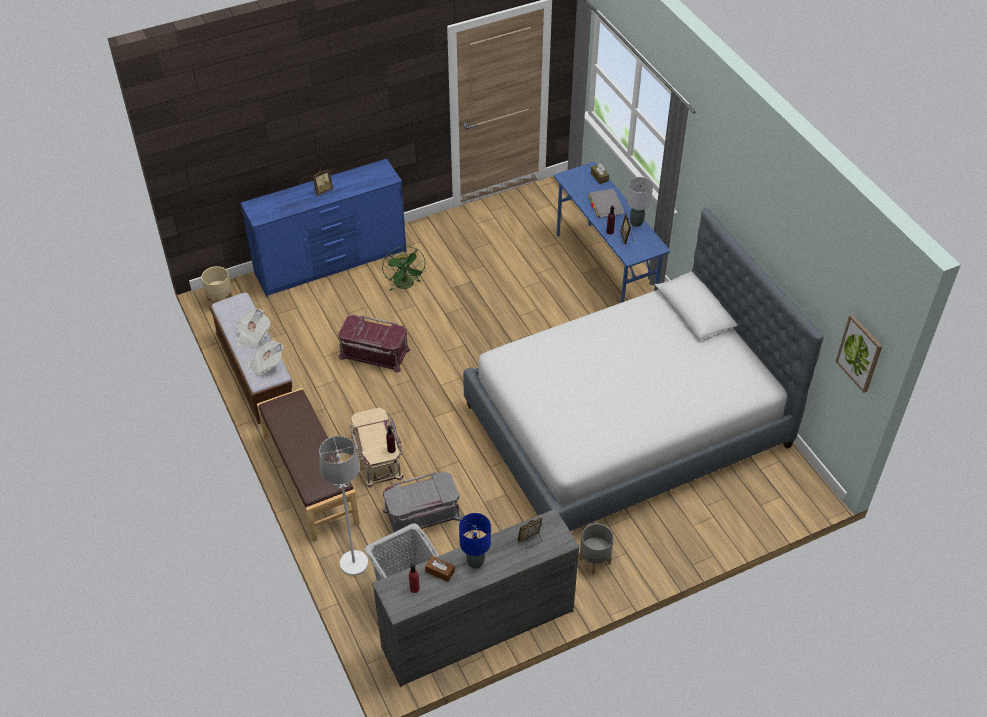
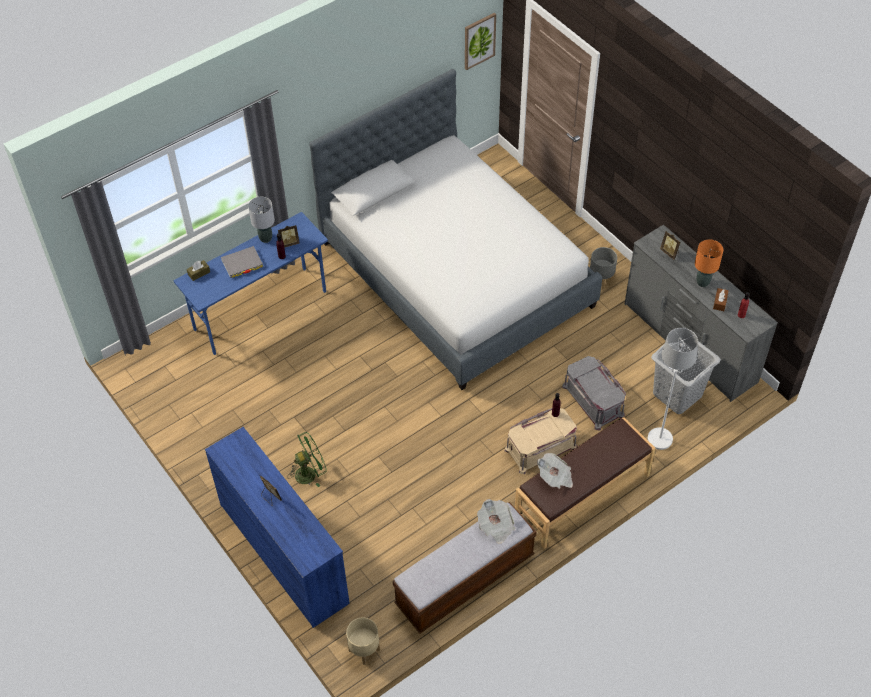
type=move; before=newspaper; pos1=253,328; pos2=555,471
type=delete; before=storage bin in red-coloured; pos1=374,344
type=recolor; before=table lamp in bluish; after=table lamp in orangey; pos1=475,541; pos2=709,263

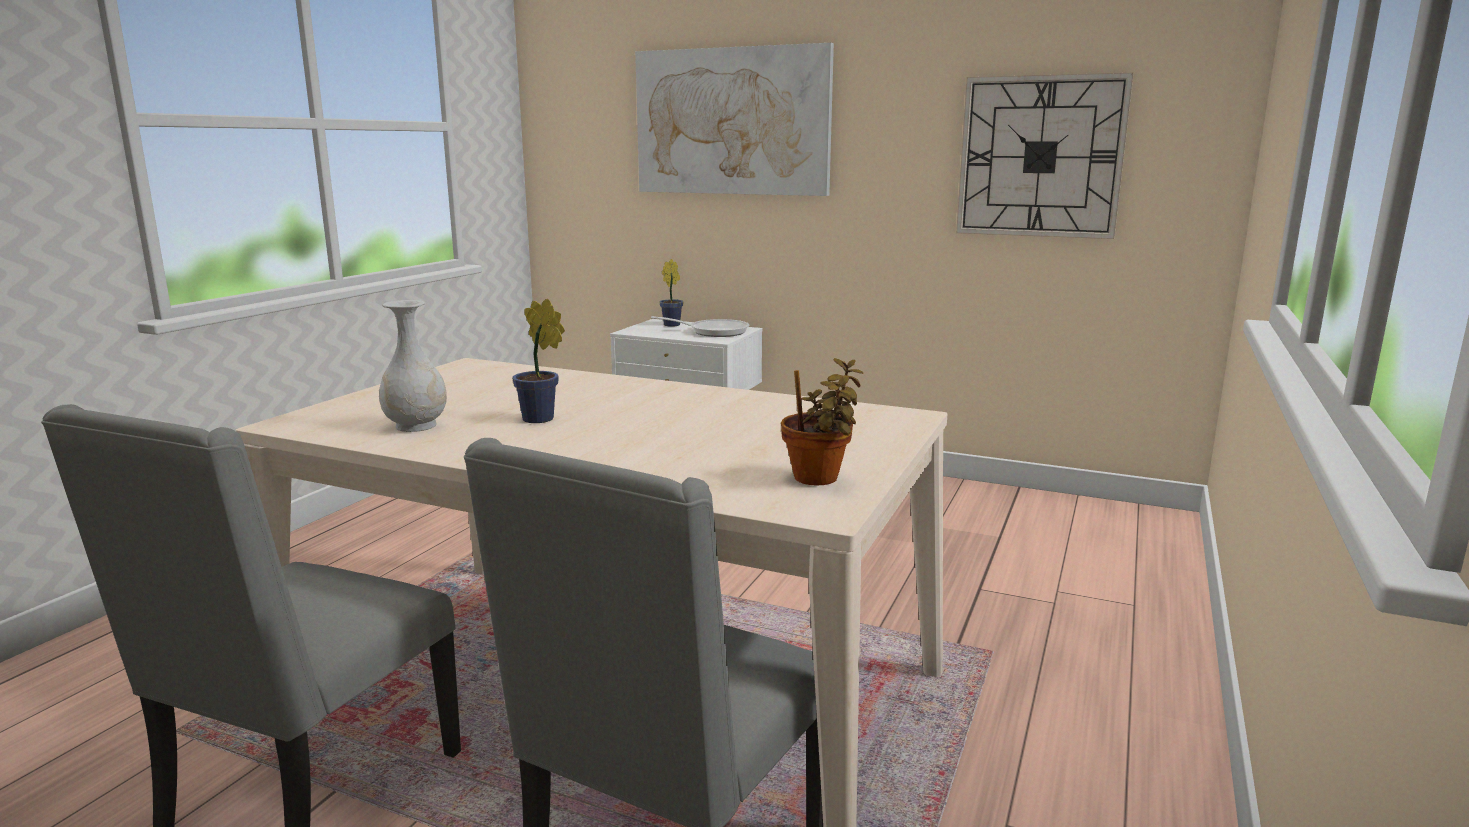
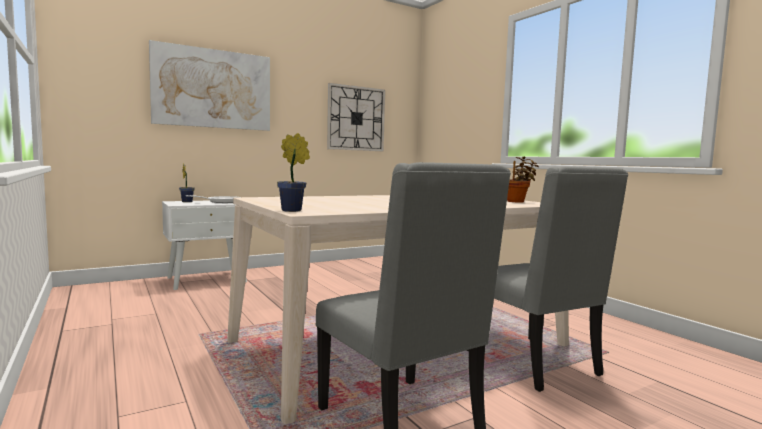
type=move; before=houseplant; pos1=538,361; pos2=293,172
type=delete; before=flower vase in whitish; pos1=413,366

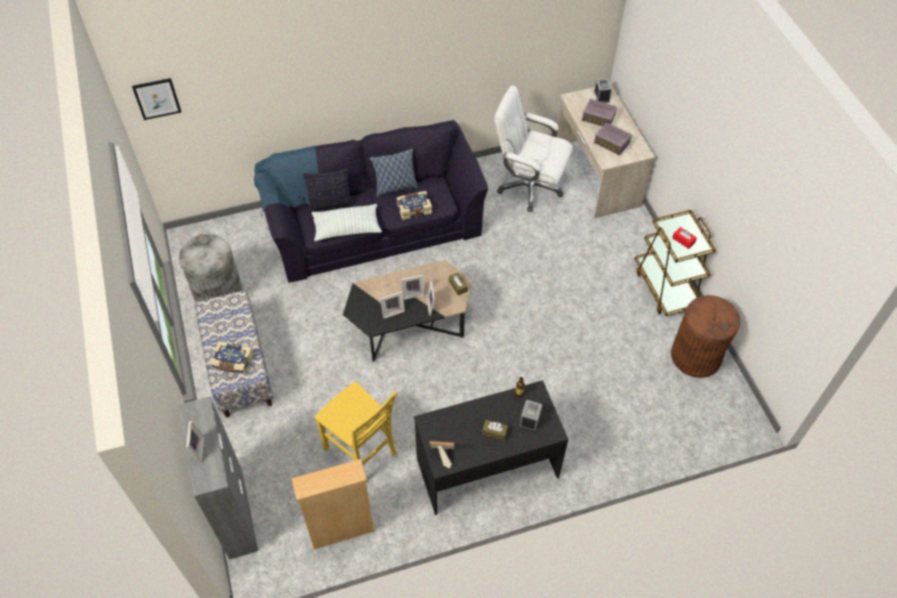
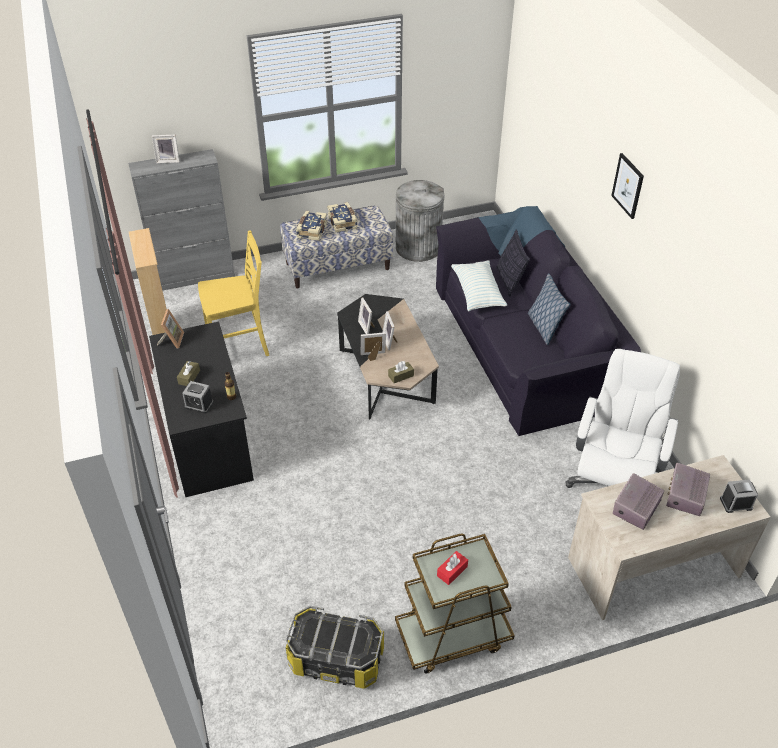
type=move; before=wall art; pos1=156,99; pos2=627,186
type=move; before=book; pos1=414,205; pos2=342,217
type=replace; before=trash can in brown-coloured; after=storage bin; pos1=705,336; pos2=335,647
type=rotate; before=plain chair in yellow; pos1=356,432; pos2=233,293; turn=-150

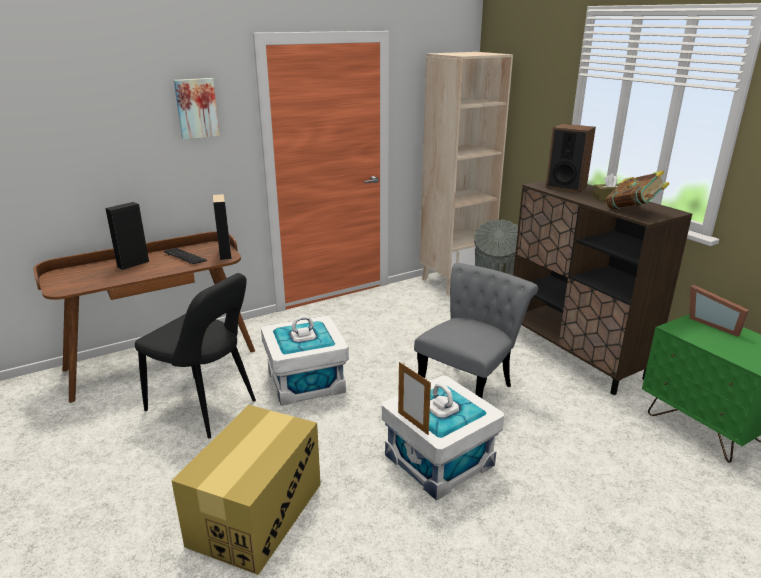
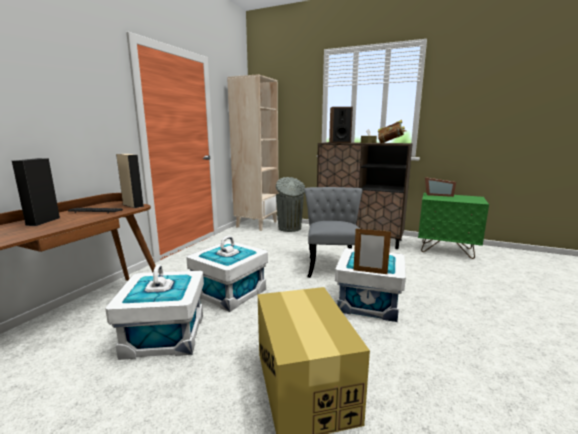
type=delete; before=wall art; pos1=197,109
type=replace; before=plain chair in blackish; after=storage bin in whitish; pos1=195,355; pos2=154,312

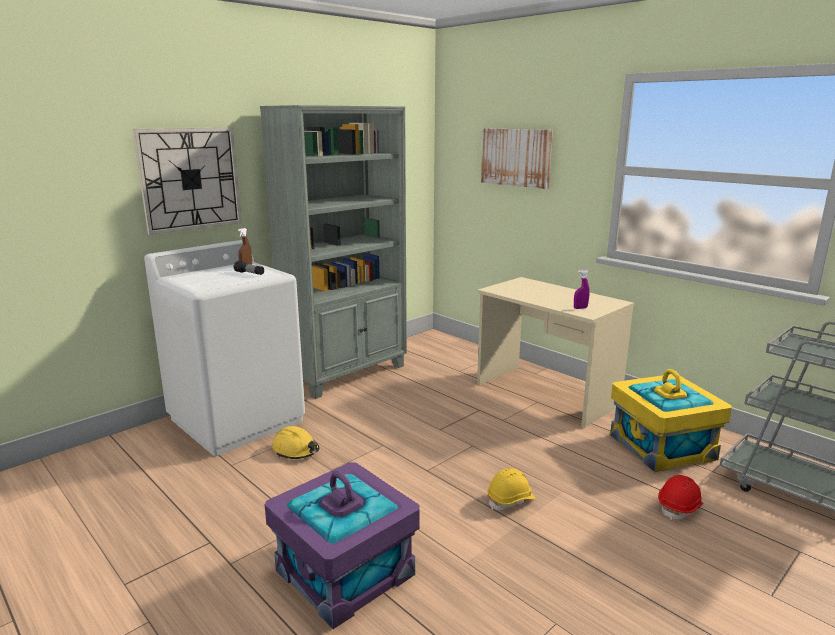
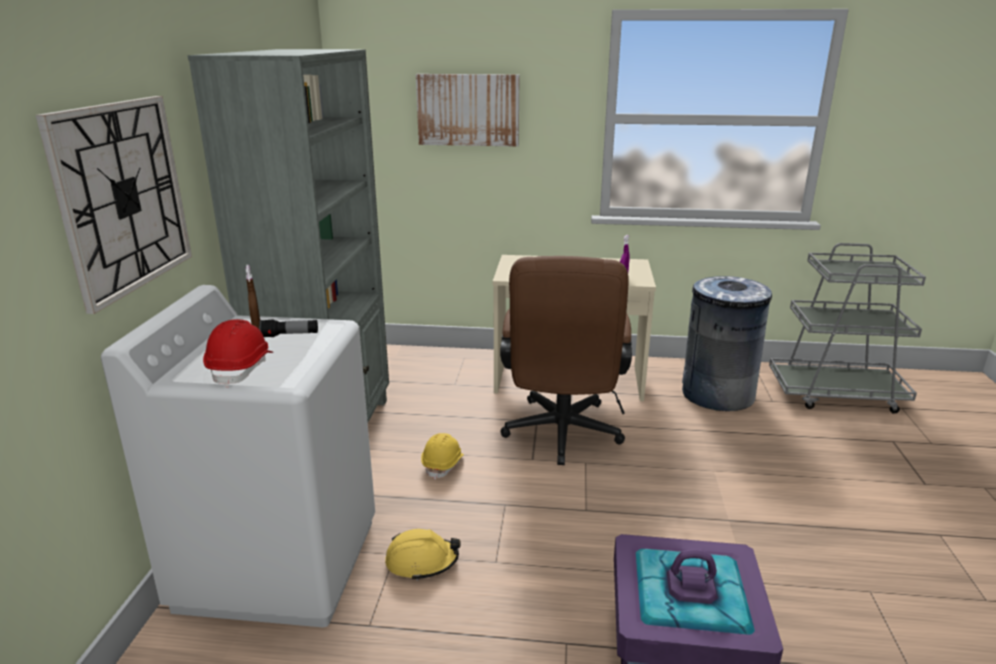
type=replace; before=storage bin in yellow; after=trash can in greyish; pos1=671,420; pos2=727,343
type=move; before=hard hat in yellow; pos1=511,489; pos2=442,456
type=move; before=hard hat in red-coloured; pos1=681,497; pos2=238,353
type=insert; after=office chair in brown-coloured; pos2=566,360

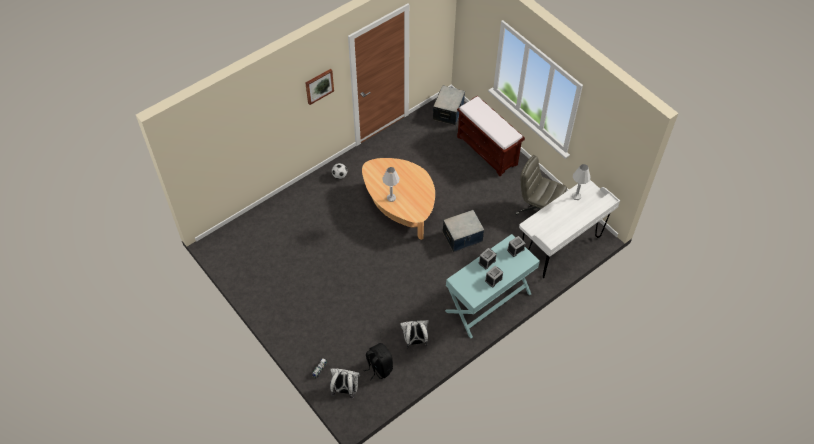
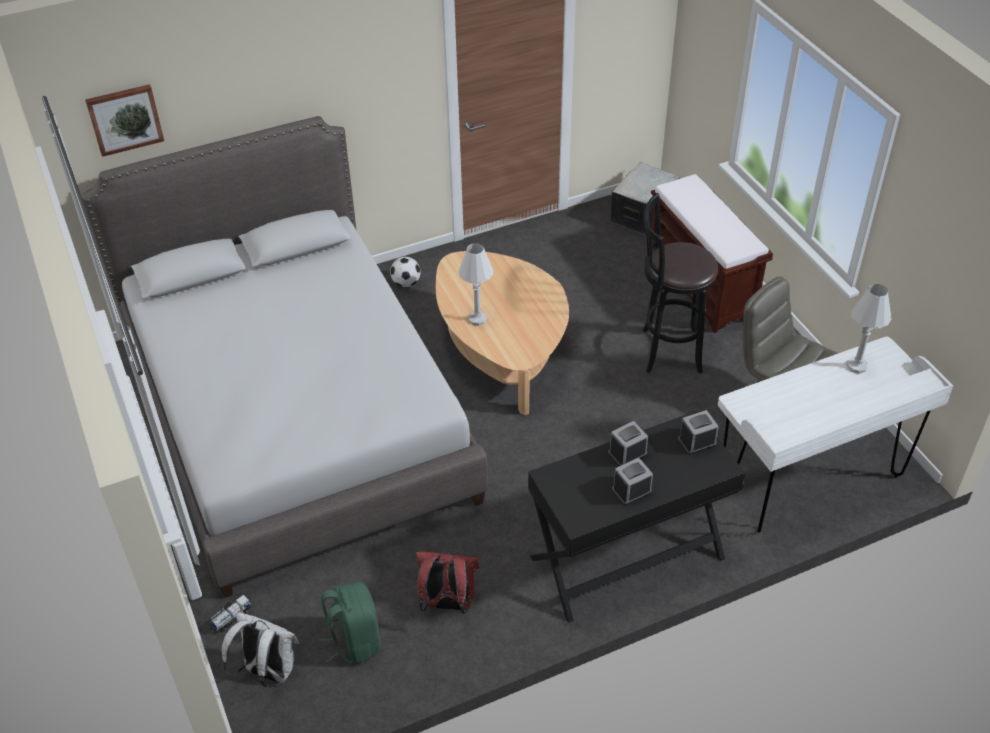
type=move; before=wall art; pos1=319,87; pos2=124,120
type=delete; before=storage bin; pos1=463,231
type=recolor; before=narrow table in turquoise; after=narrow table in blackish; pos1=492,286; pos2=636,516
type=recolor; before=rucksack in whitish; after=rucksack in red-coloured; pos1=414,334; pos2=448,583
type=recolor; before=rucksack in blackish; after=rucksack in greenish; pos1=378,361; pos2=349,623
type=insert; after=bedroom bed in greyish; pos2=284,357
type=insert; after=sitting stool in blackish; pos2=680,283

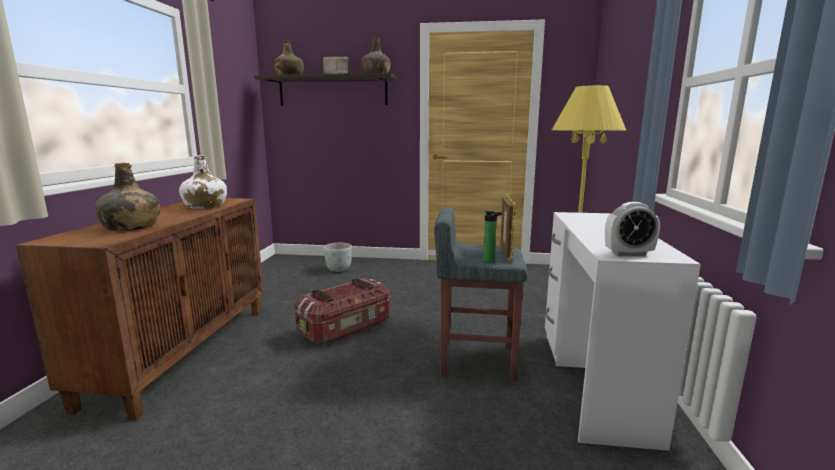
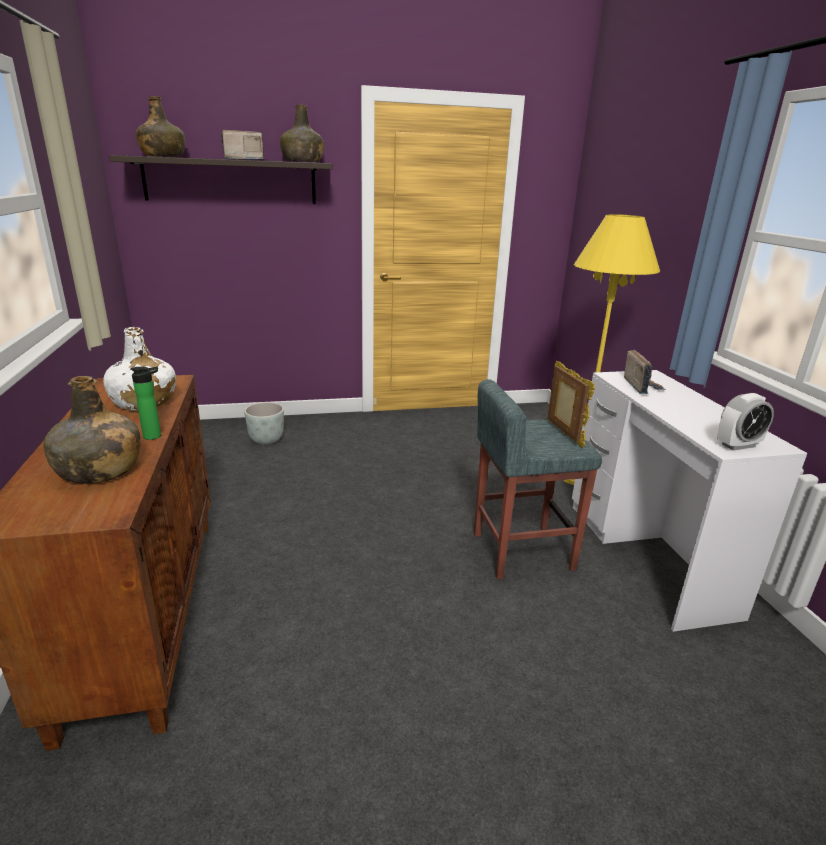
type=move; before=bottle; pos1=492,237; pos2=145,403
type=delete; before=storage bin; pos1=342,311
type=insert; after=radio; pos2=645,371

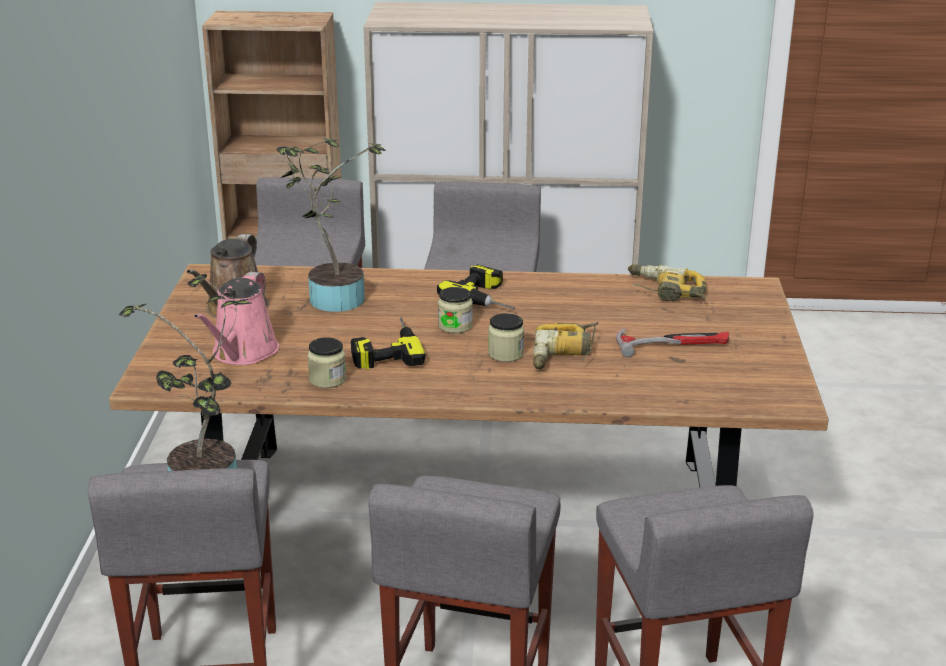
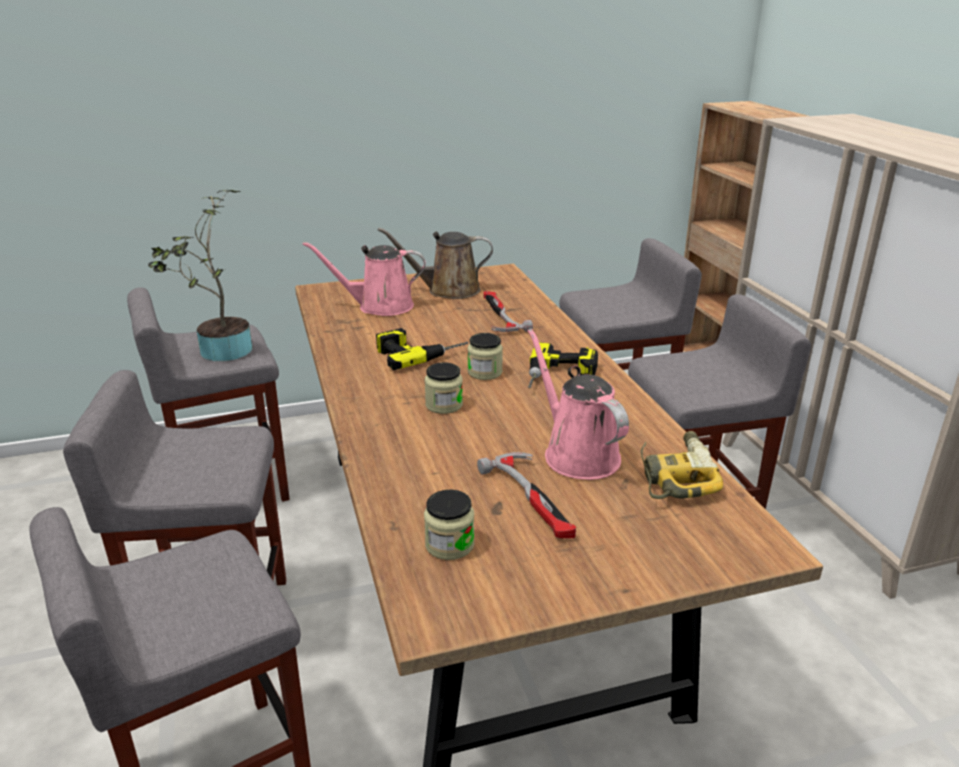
type=replace; before=houseplant; after=hand hammer; pos1=331,225; pos2=508,311
type=delete; before=electric drill; pos1=566,345
type=move; before=storage jar; pos1=326,362; pos2=449,525
type=insert; after=sprinkling can in pink; pos2=578,404

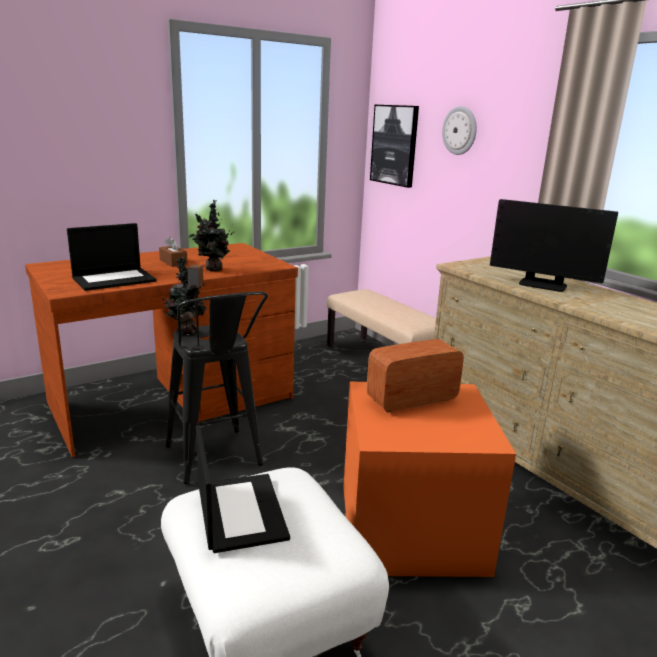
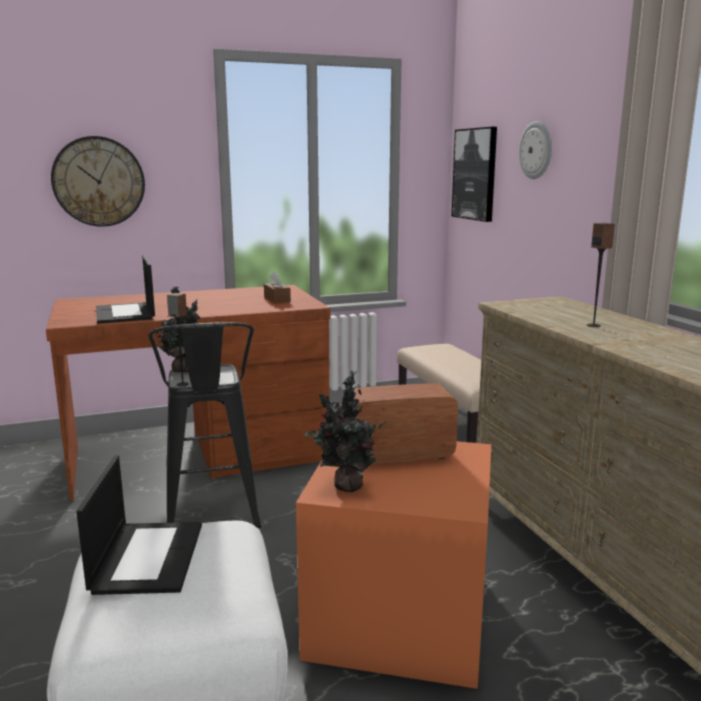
type=replace; before=computer display; after=loudspeaker; pos1=554,245; pos2=601,275
type=move; before=houseplant; pos1=212,235; pos2=346,431
type=rotate; before=laptop; pos1=112,257; pos2=125,289; turn=90
type=move; before=tissue holder in brown-coloured; pos1=173,252; pos2=277,287
type=insert; after=hanging clock; pos2=98,181

